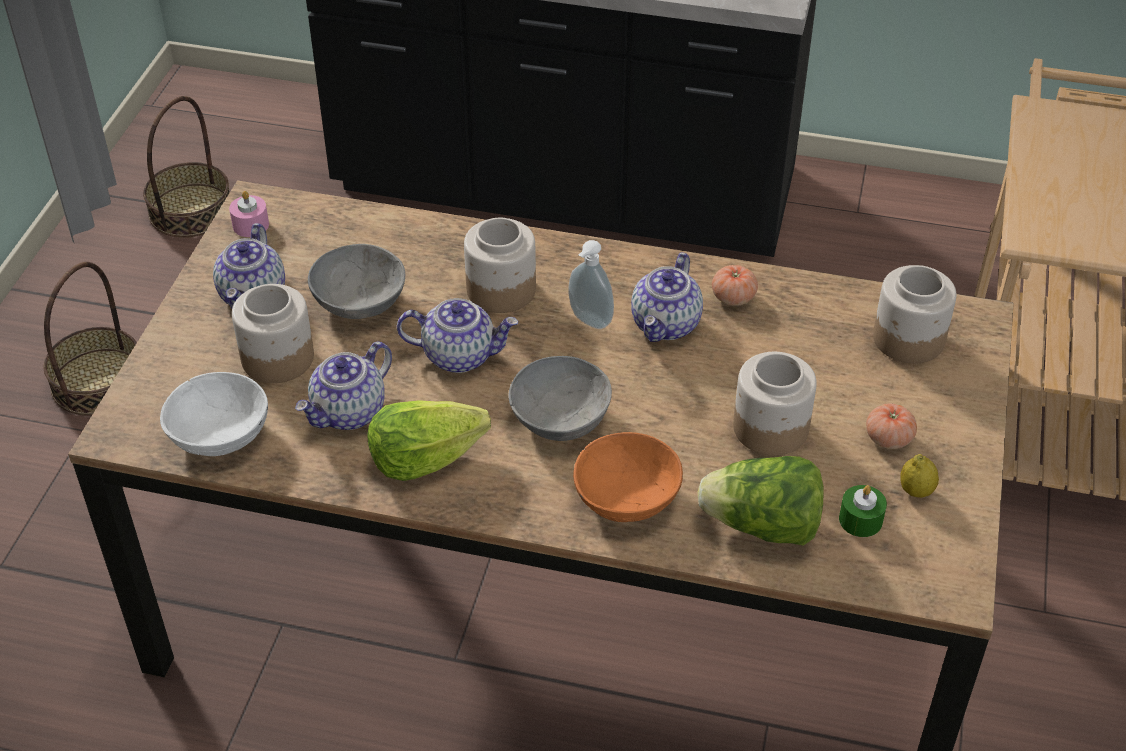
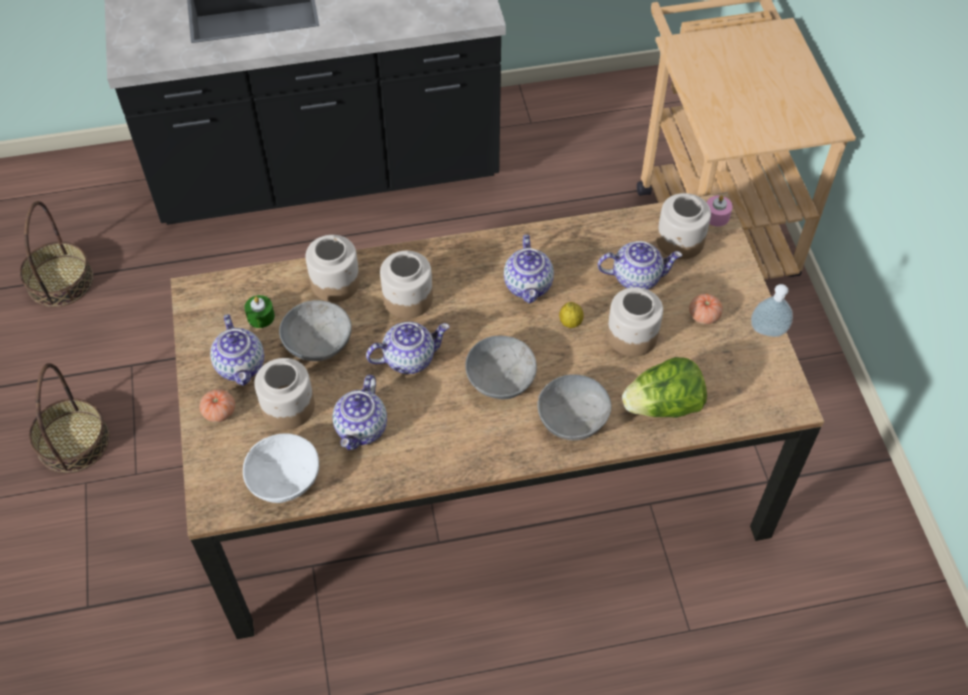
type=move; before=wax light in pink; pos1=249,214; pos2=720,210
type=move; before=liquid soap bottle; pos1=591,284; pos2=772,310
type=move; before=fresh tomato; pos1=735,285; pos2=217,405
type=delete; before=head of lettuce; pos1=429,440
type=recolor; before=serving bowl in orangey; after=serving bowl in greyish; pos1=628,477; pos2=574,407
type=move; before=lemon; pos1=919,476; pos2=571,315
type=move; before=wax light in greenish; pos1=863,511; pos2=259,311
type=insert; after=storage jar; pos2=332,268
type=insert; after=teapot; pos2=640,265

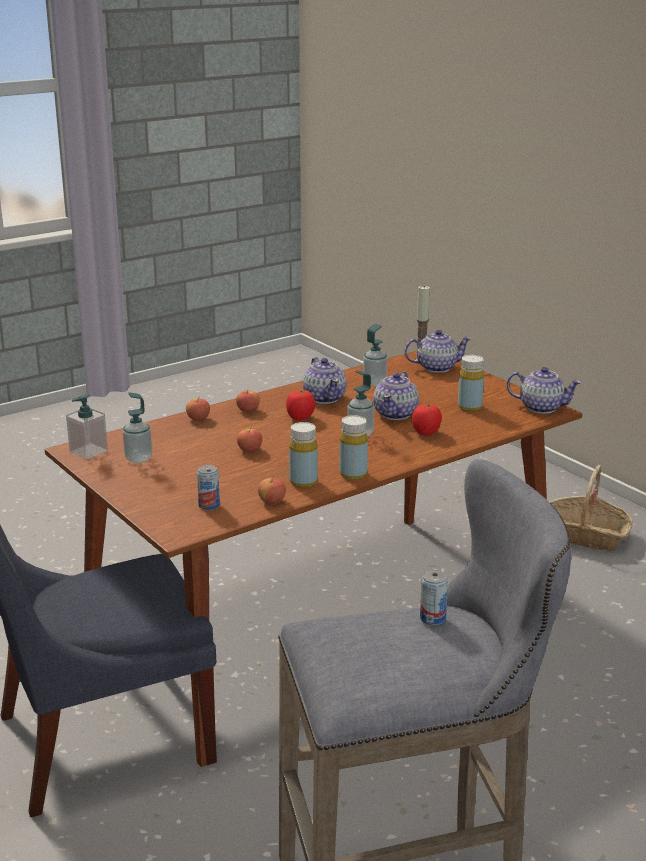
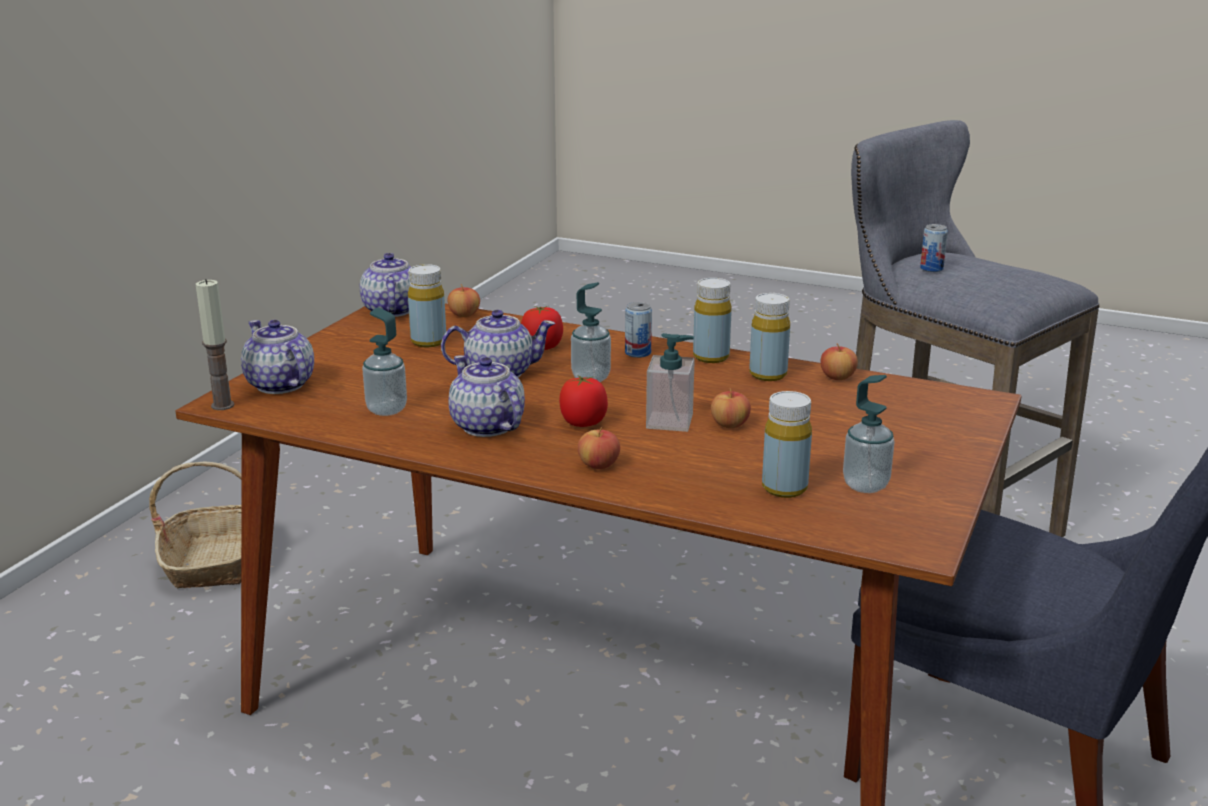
type=rotate; before=teapot; pos1=325,380; pos2=486,396; turn=-75
type=move; before=liquid soap bottle; pos1=87,426; pos2=670,382
type=move; before=whole apple; pos1=198,409; pos2=463,300
type=move; before=metal can; pos1=208,487; pos2=638,330
type=insert; after=bottle in yellow; pos2=787,444

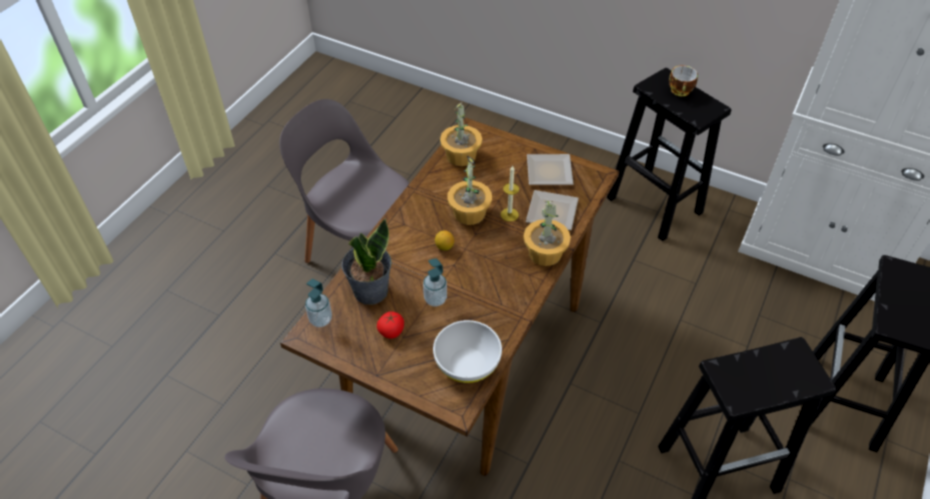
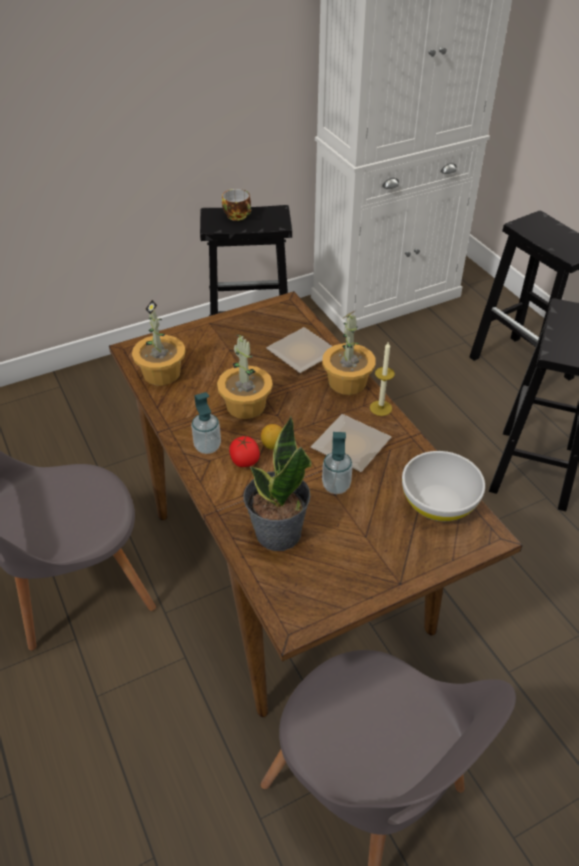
type=move; before=plate; pos1=550,169; pos2=351,443
type=move; before=wax light; pos1=510,194; pos2=382,378
type=move; before=liquid soap bottle; pos1=318,303; pos2=206,423
type=move; before=fresh tomato; pos1=390,325; pos2=244,451

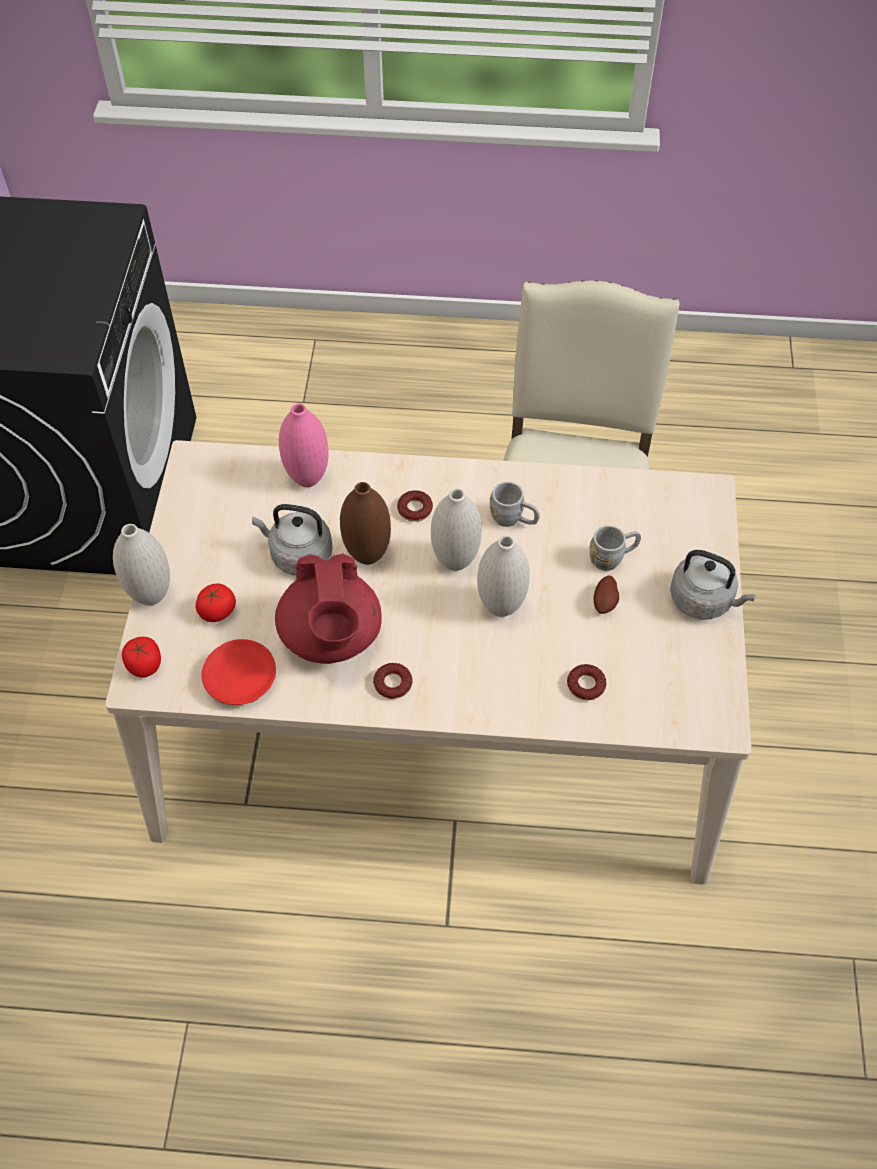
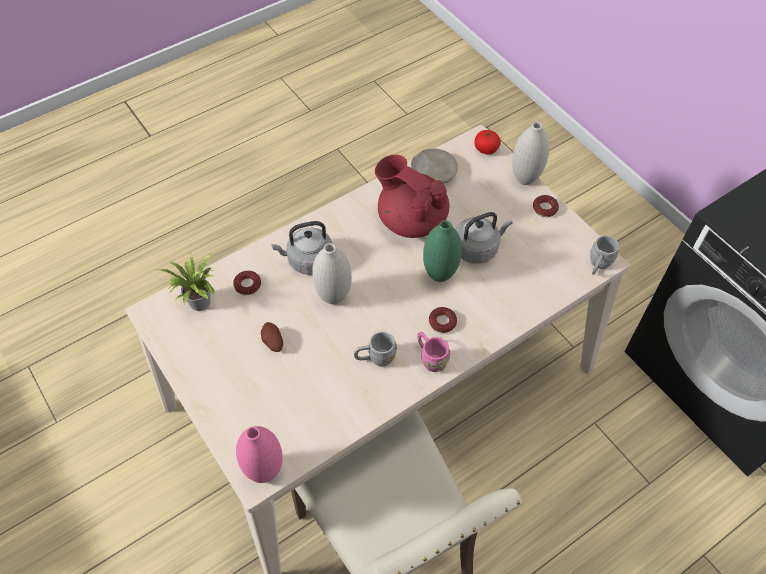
type=move; before=flower vase in pink; pos1=304,445; pos2=259,454
type=recolor; before=flower vase in brown-coloured; after=flower vase in greenish; pos1=365,523; pos2=442,251
type=delete; before=flower vase in whitish; pos1=456,529
type=move; before=mug in greyish; pos1=615,548; pos2=604,255
type=move; before=kettle in greyish; pos1=713,585; pos2=302,248
type=delete; before=fresh tomato; pos1=215,603
type=recolor; before=plate in red-coloured; after=plate in sand-coloured; pos1=239,672; pos2=434,166
type=move; before=doughnut; pos1=392,681; pos2=546,206
type=insert; after=houseplant; pos2=184,282
type=insert; after=mug in pink; pos2=433,352

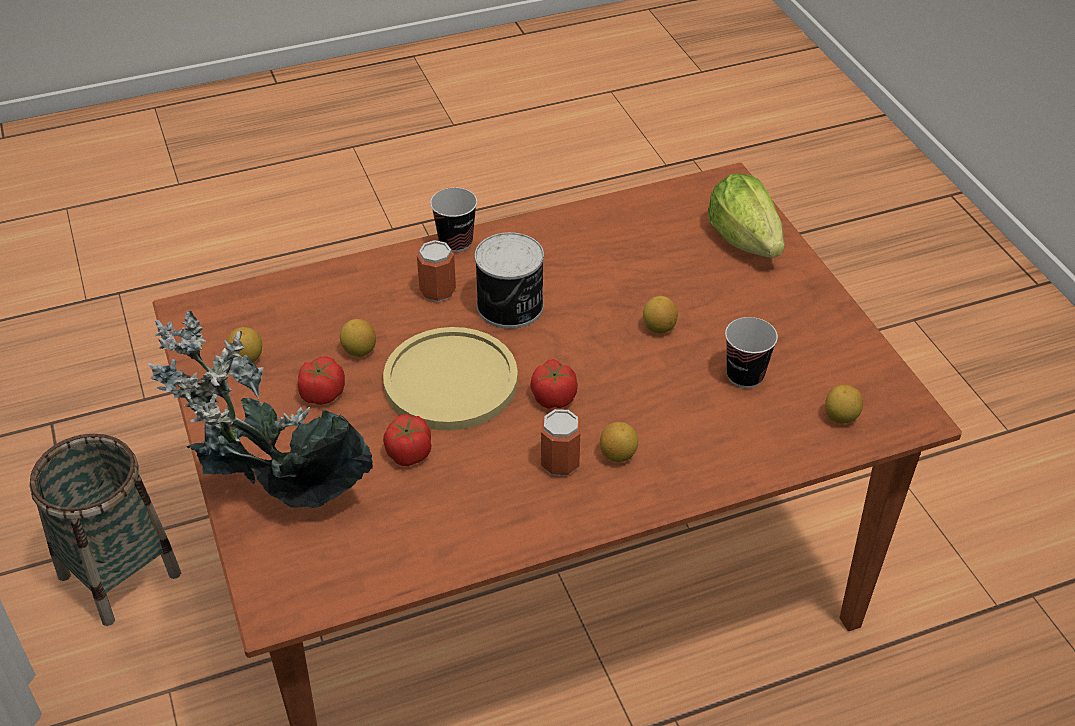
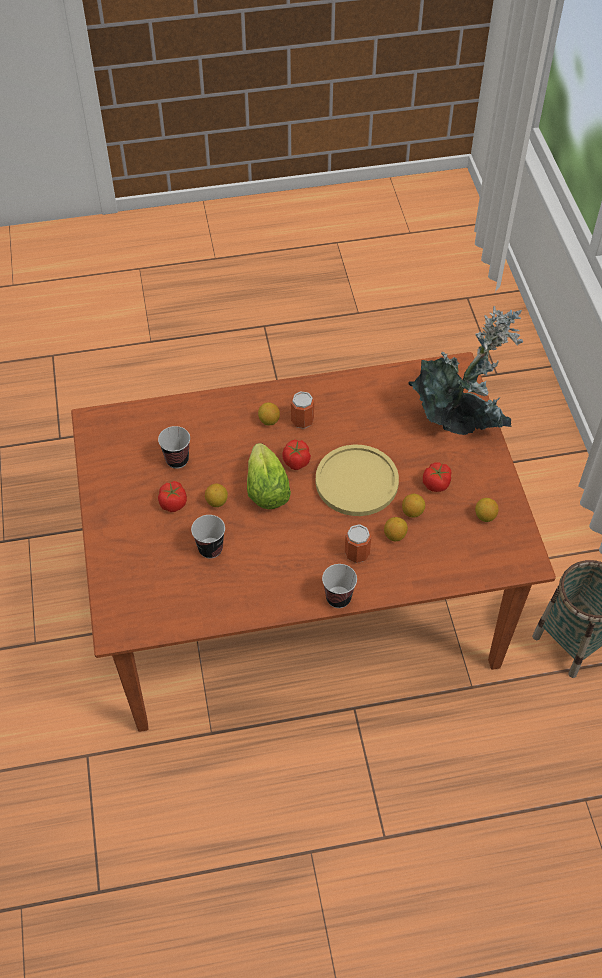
type=move; before=head of lettuce; pos1=746,216; pos2=269,476
type=delete; before=metal can; pos1=509,280
type=move; before=lemon; pos1=844,404; pos2=396,529
type=move; before=fresh tomato; pos1=407,440; pos2=172,496
type=insert; after=small cup; pos2=208,536

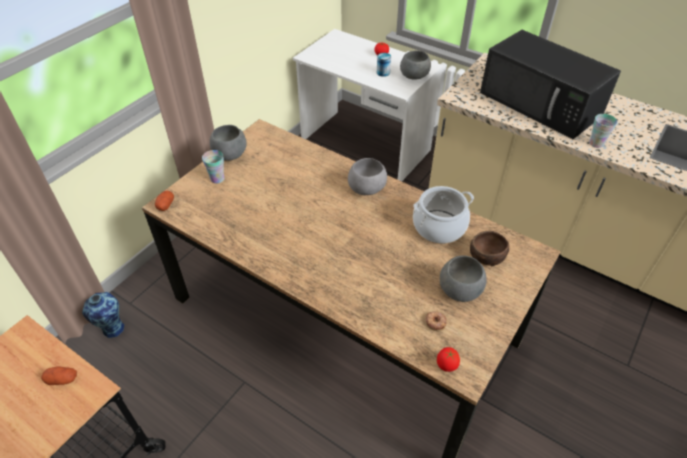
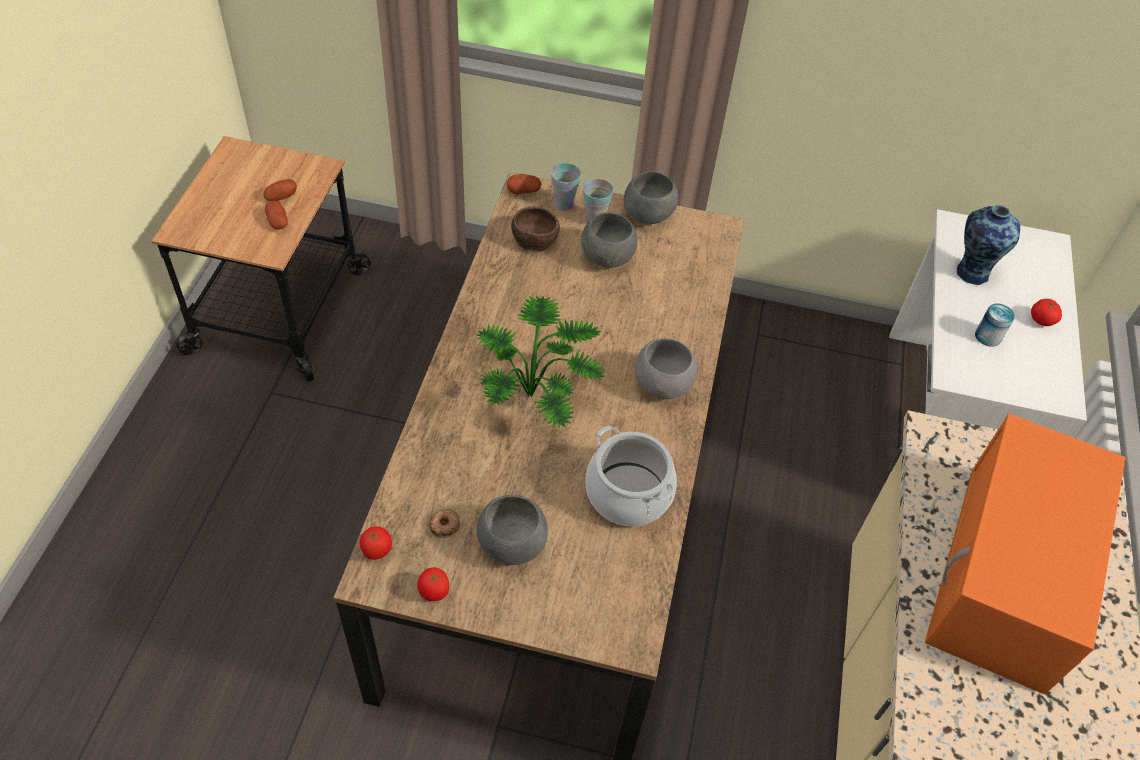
type=recolor; before=microwave oven in blackish; after=microwave oven in orangey; pos1=550,84; pos2=1025,554
type=move; before=serving bowl in greyish; pos1=415,65; pos2=609,240
type=move; before=small cup; pos1=603,131; pos2=566,187
type=move; before=serving bowl in brown-coloured; pos1=489,248; pos2=535,228
type=move; before=flower vase; pos1=103,315; pos2=988,245
type=insert; after=spud; pos2=280,190
type=insert; after=houseplant; pos2=541,361
type=insert; after=fresh tomato; pos2=433,584

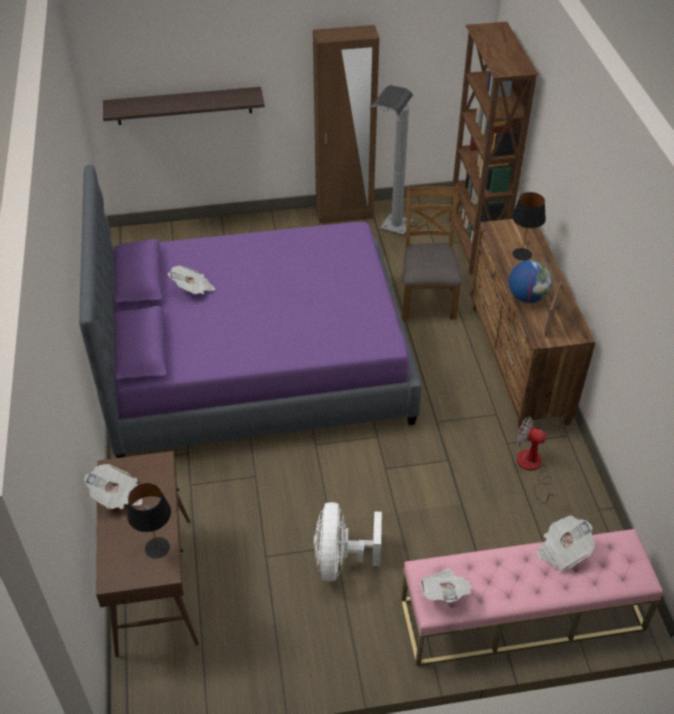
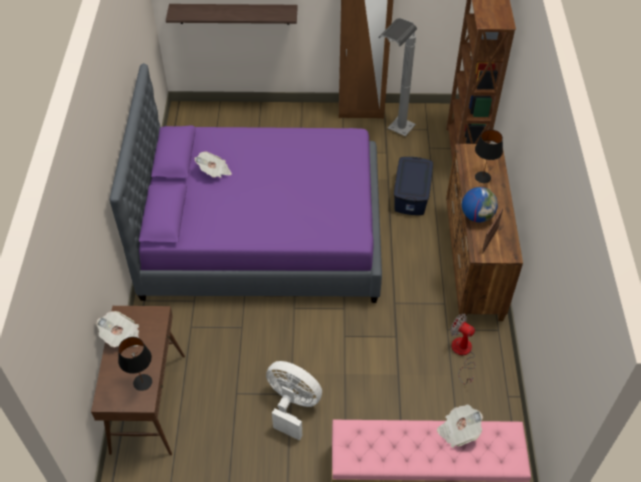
type=replace; before=plain chair in brown-coloured; after=storage bin in bluish; pos1=432,253; pos2=413,186
type=rotate; before=fan in whitish; pos1=348,541; pos2=294,401; turn=105
type=delete; before=newspaper; pos1=446,585

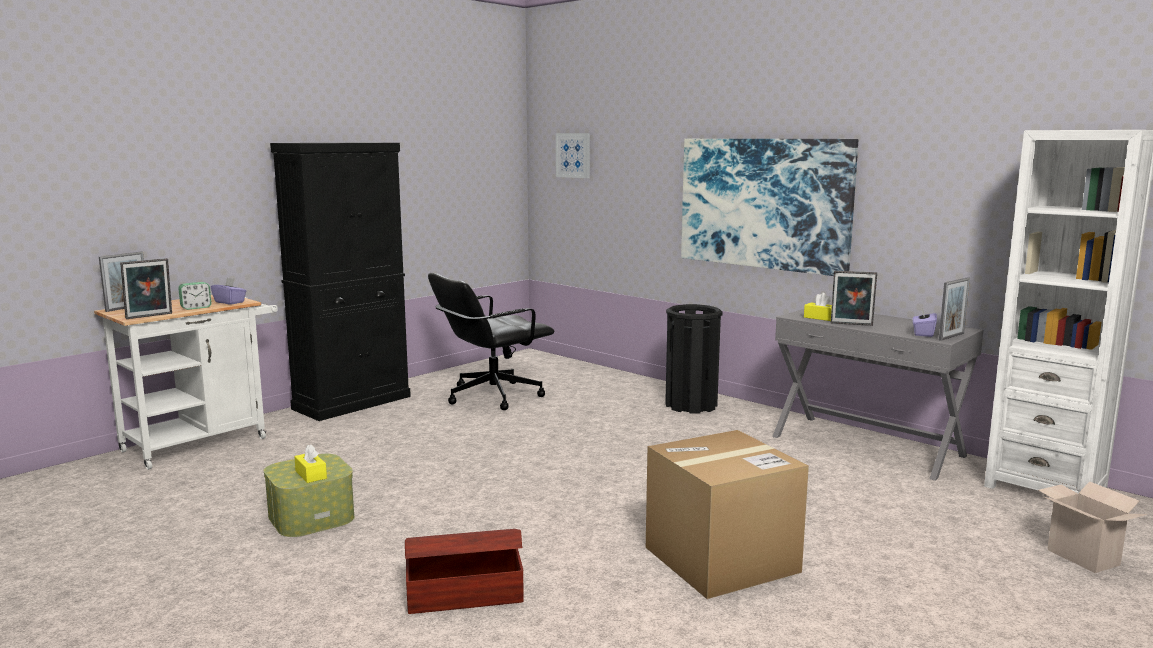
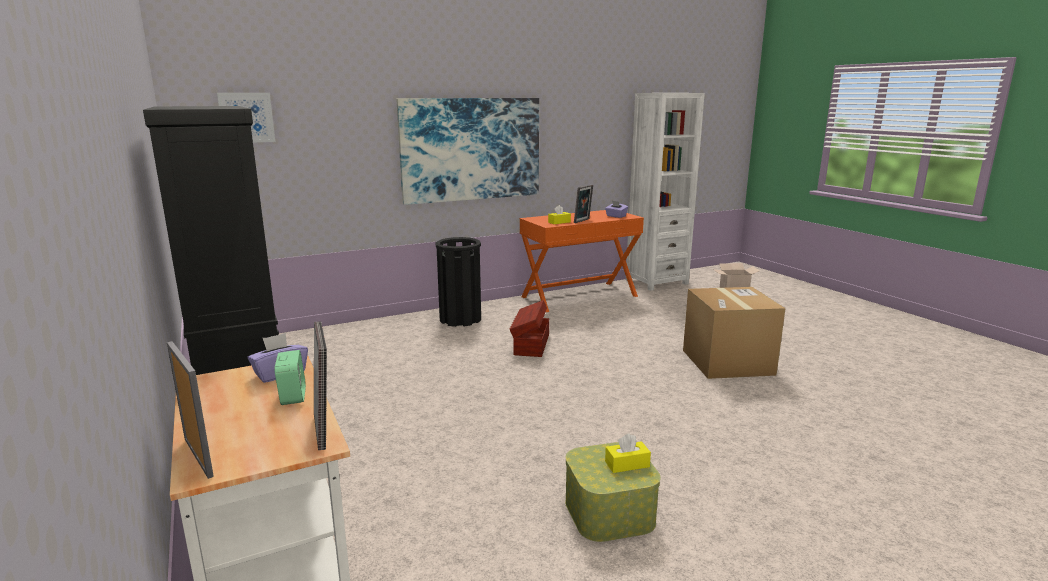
type=delete; before=office chair in blackish; pos1=491,341
type=delete; before=photo frame; pos1=954,309
type=recolor; before=narrow table in greyish; after=narrow table in orangey; pos1=878,394; pos2=582,261
type=move; before=storage bin in brown-coloured; pos1=464,571; pos2=529,328

